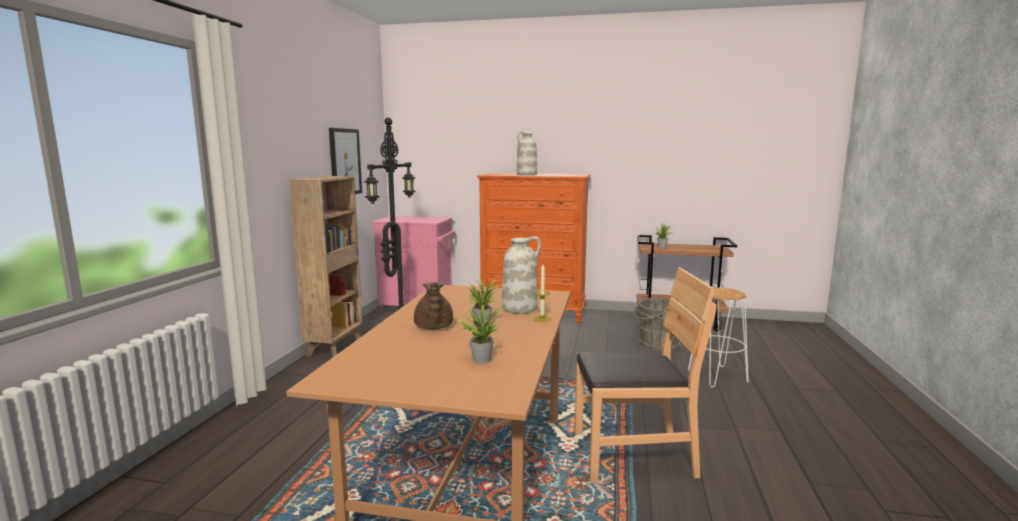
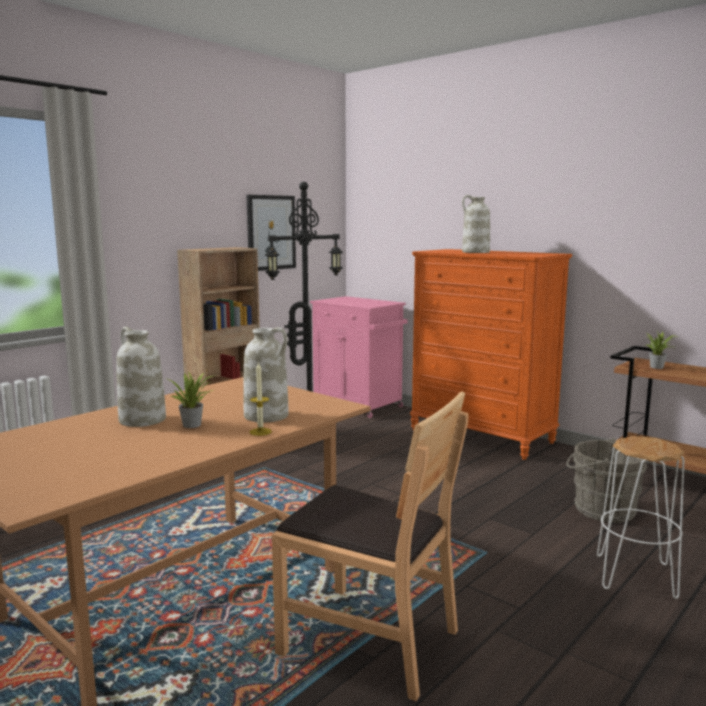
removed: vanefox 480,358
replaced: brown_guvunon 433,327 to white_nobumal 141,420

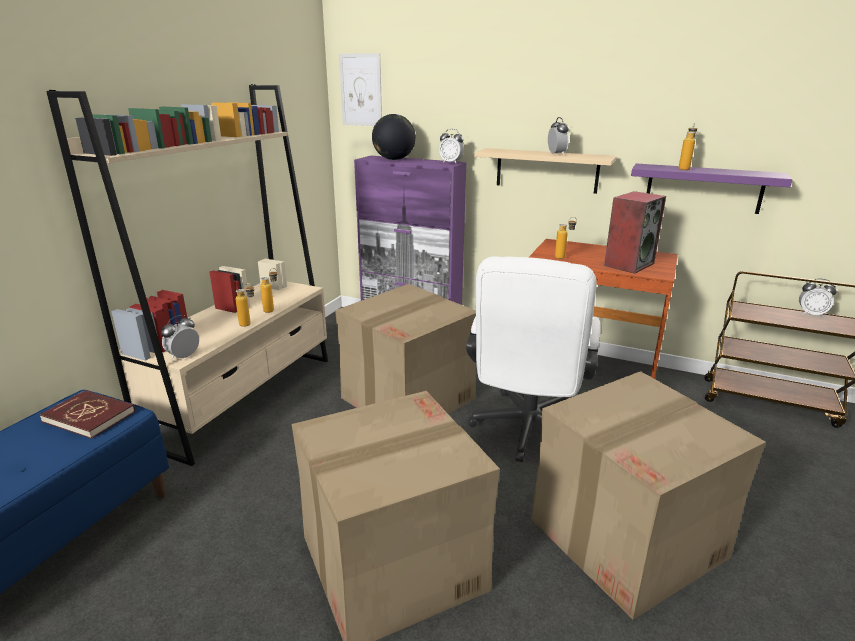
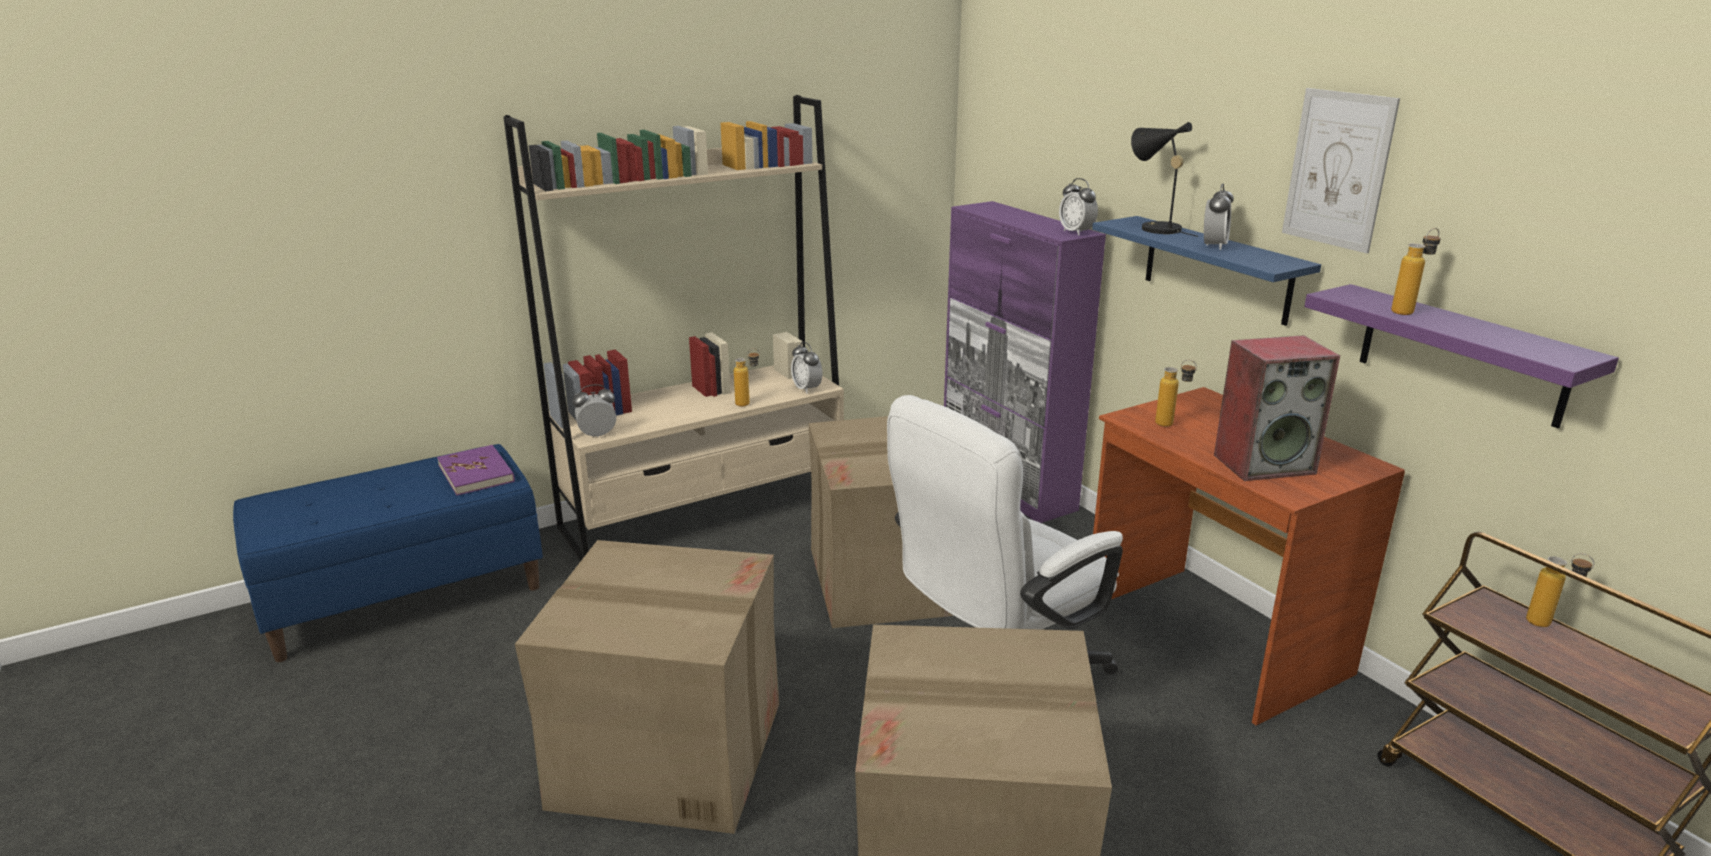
removed: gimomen 394,159
added: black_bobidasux 1155,228
moved: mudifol 249,325 to 1548,625; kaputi 361,90 to 1338,169; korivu 811,314 to 806,389
recoloured: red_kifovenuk 90,416 to purple_kifovenuk 476,473; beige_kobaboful 546,170 to blue_kobaboful 1216,269

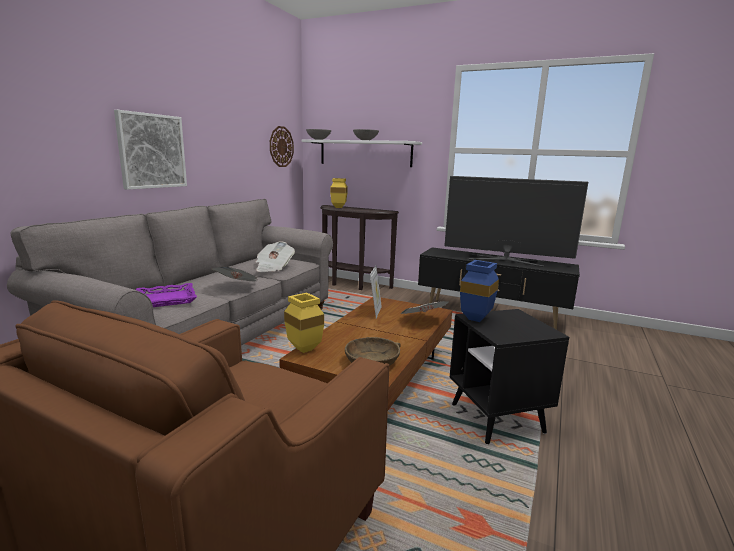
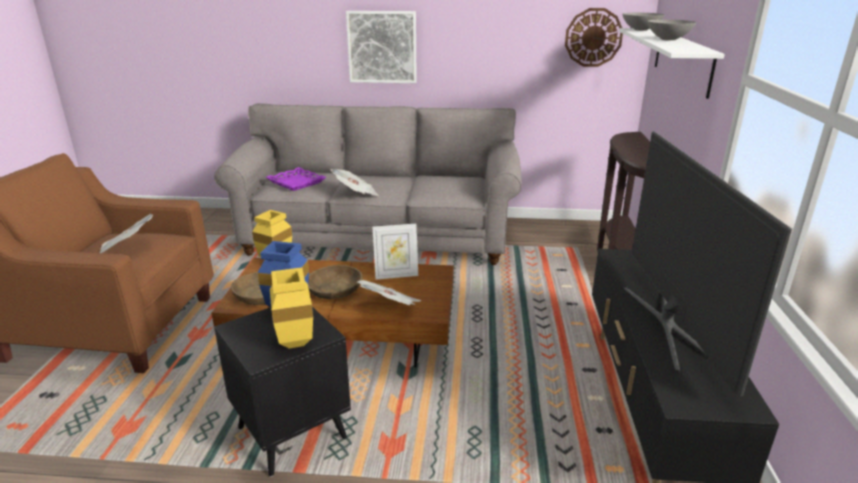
added: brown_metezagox 334,290
moved: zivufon 273,267 to 127,248; yellow_nobumal 339,207 to 297,343

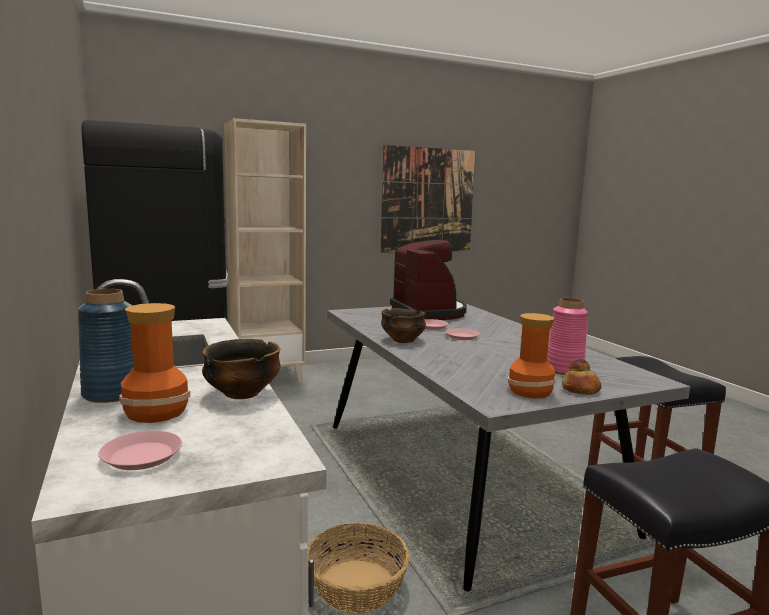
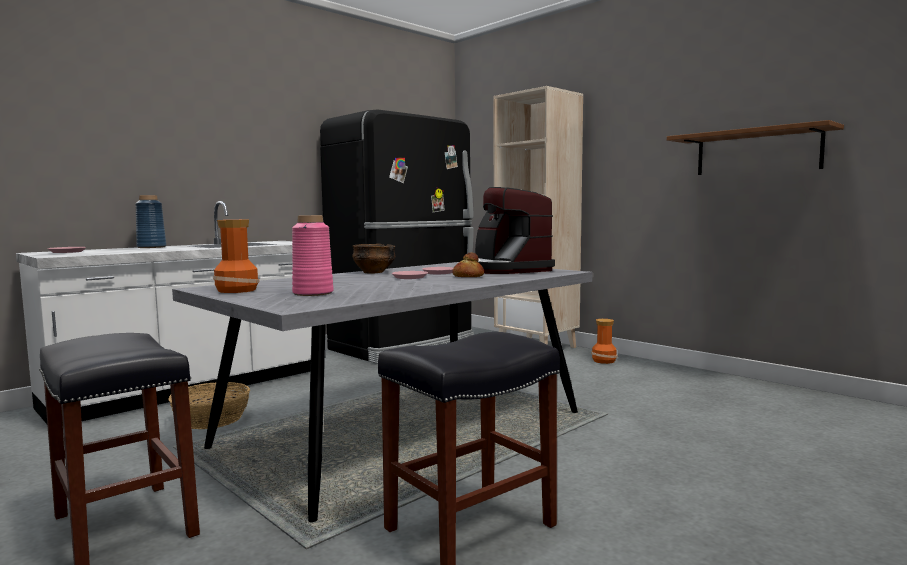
removed: metezagox 242,394
moved: nobumal 155,412 to 603,361; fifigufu 581,389 to 467,276
replaced: kaputi 428,200 to brown_kobaboful 757,152
turned: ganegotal 429,312 = 505,270 105 degrees clockwise

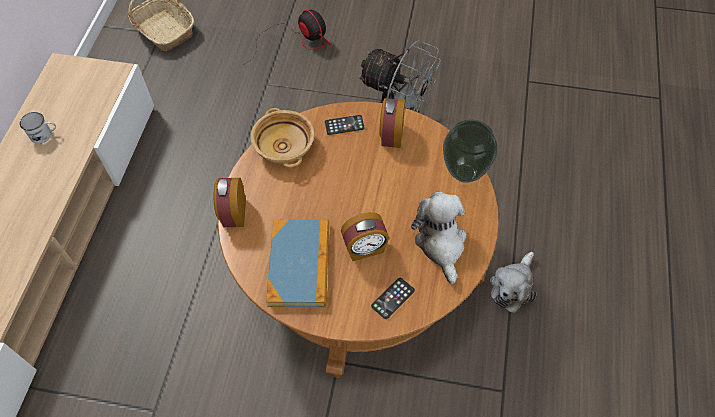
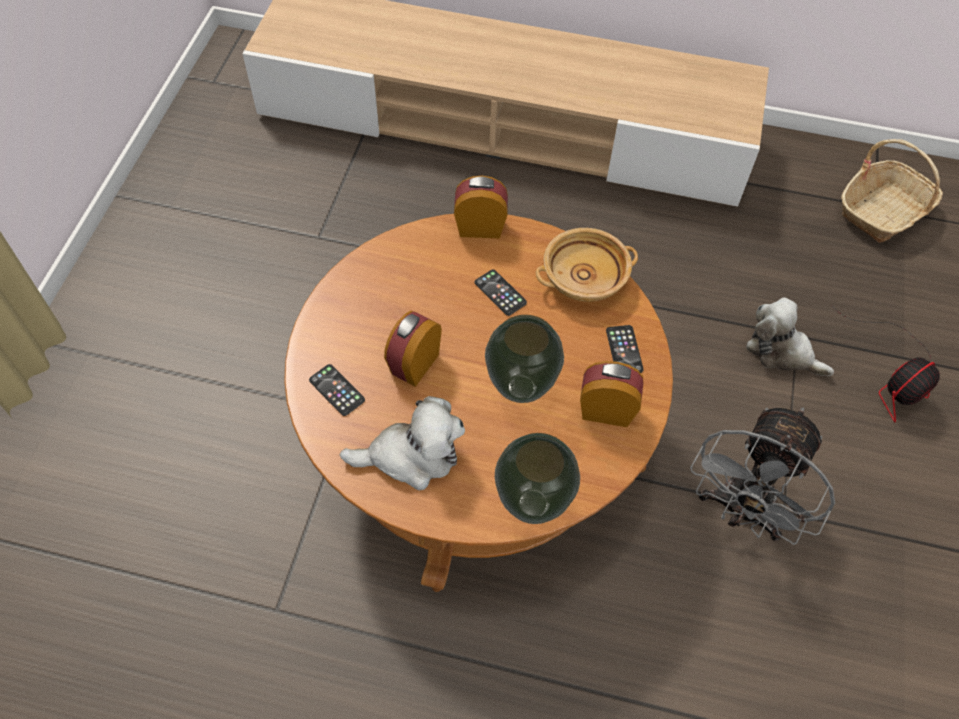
removed: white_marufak 45,135; kifovenuk 299,264
added: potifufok 500,293; nobumal 520,387
moved: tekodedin 512,287 to 781,351
turned: korivu 365,249 = 414,363 45 degrees clockwise

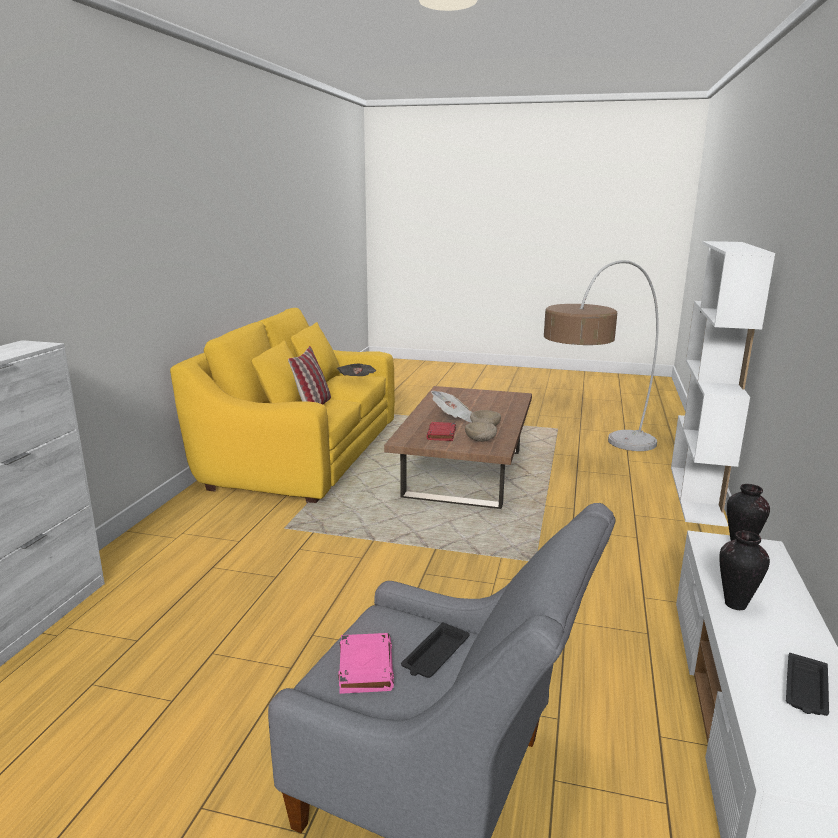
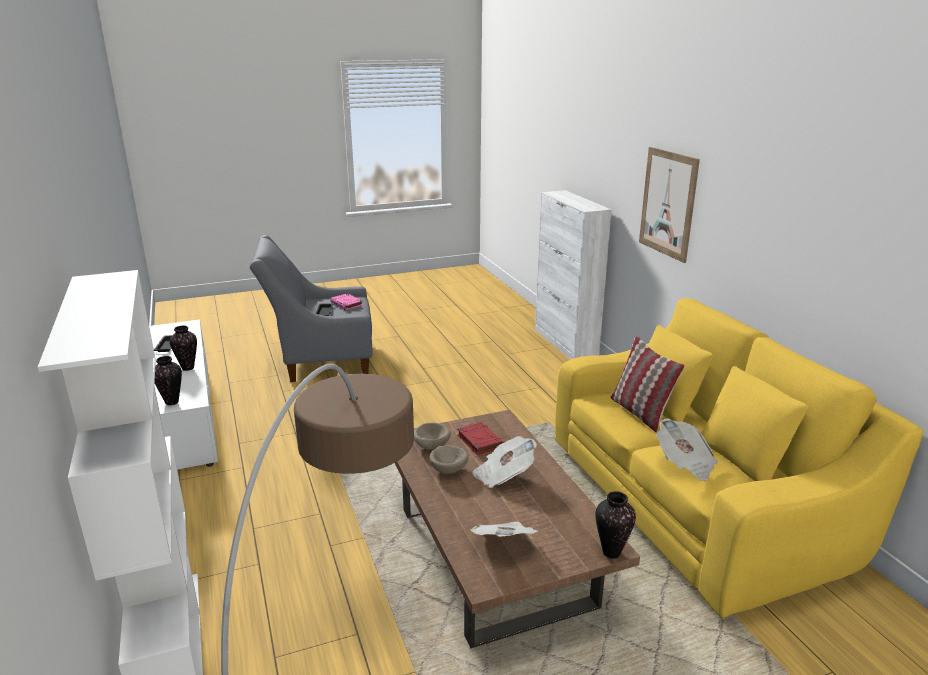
added: zivufon 504,544; nobumal 611,552; kaputi 668,203

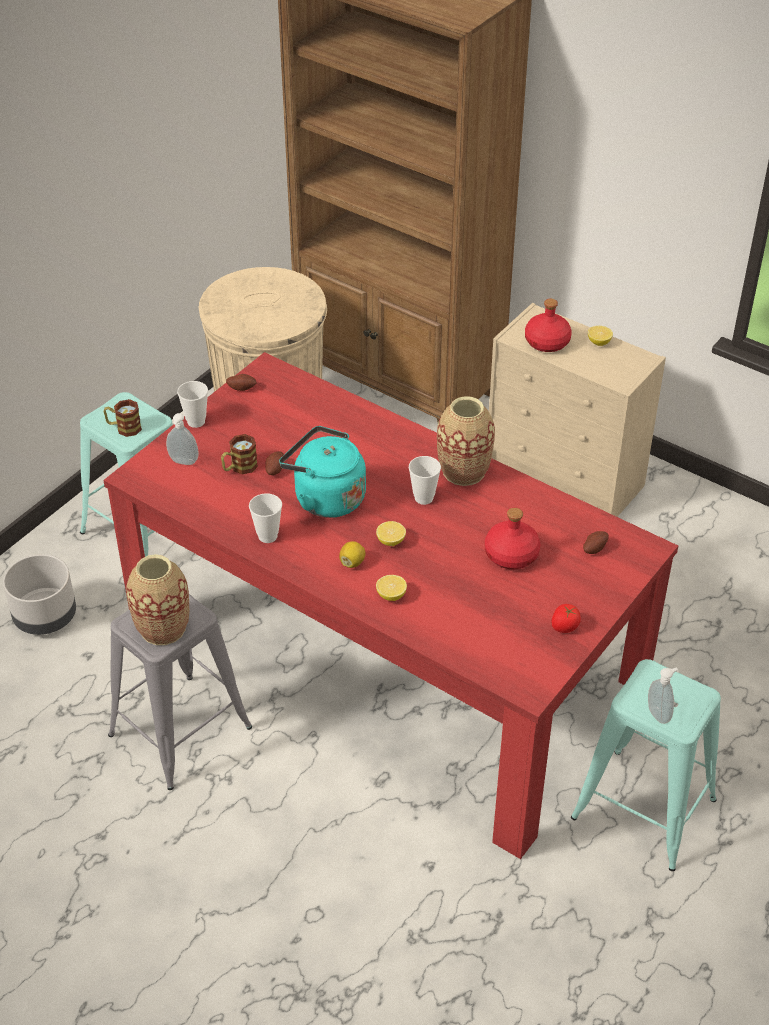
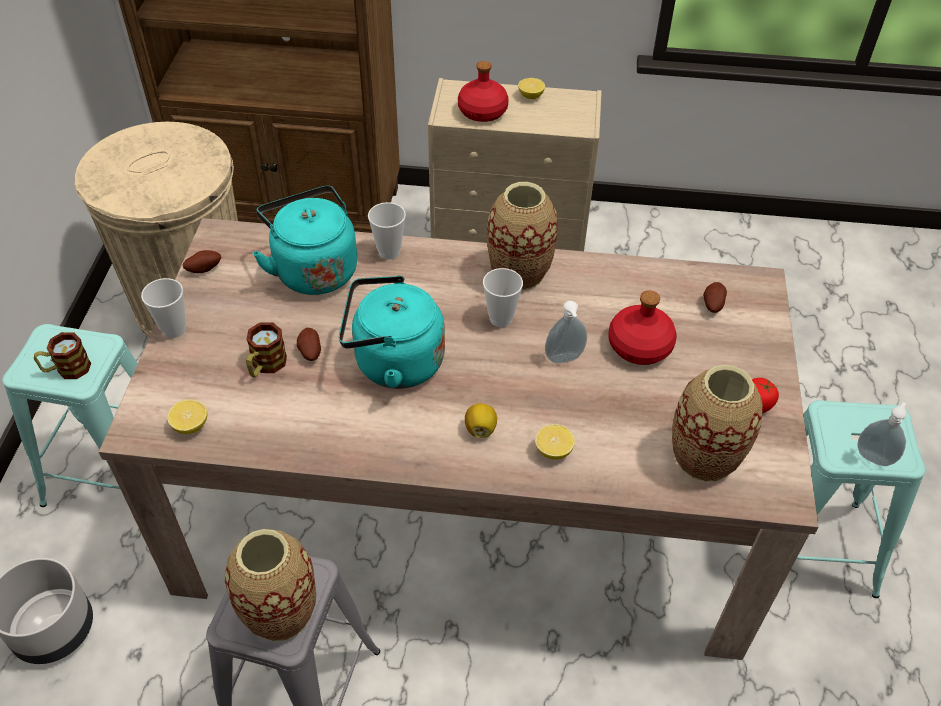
added: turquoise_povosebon 313,269; nobumal 704,457
moved: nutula 183,462 to 564,359; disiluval 267,536 to 389,252; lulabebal 391,541 to 190,425
recoloured: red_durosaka 384,660 to beige_durosaka 467,504

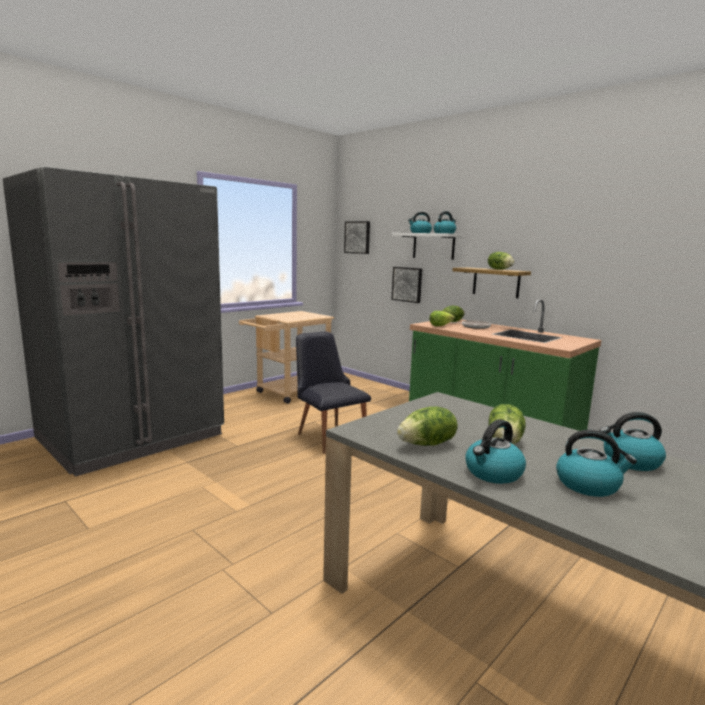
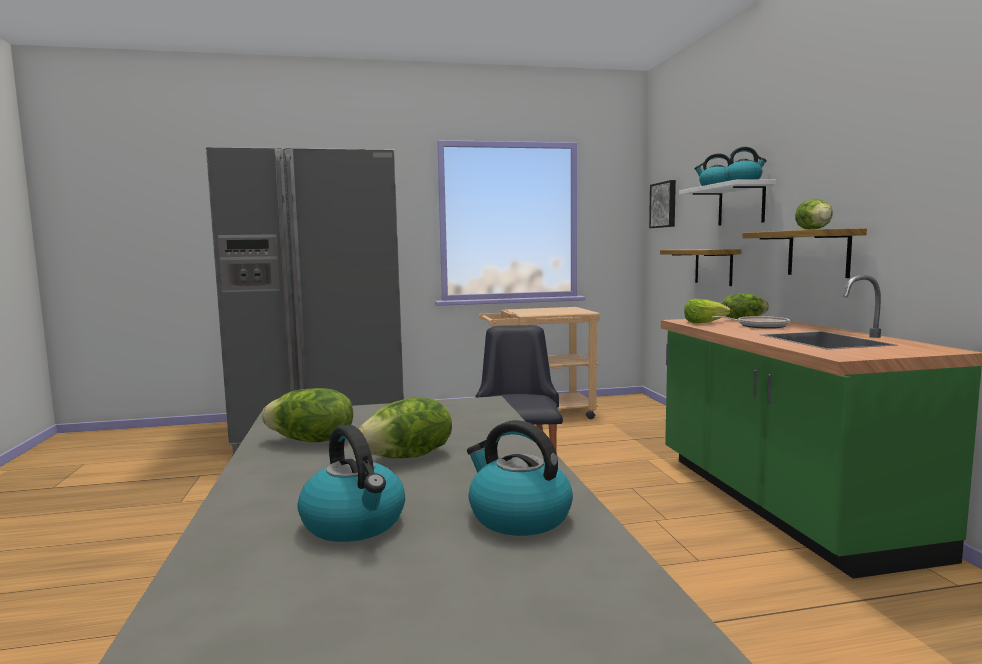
removed: povosebon 493,473
replaced: kaputi 407,284 to kobaboful 713,266

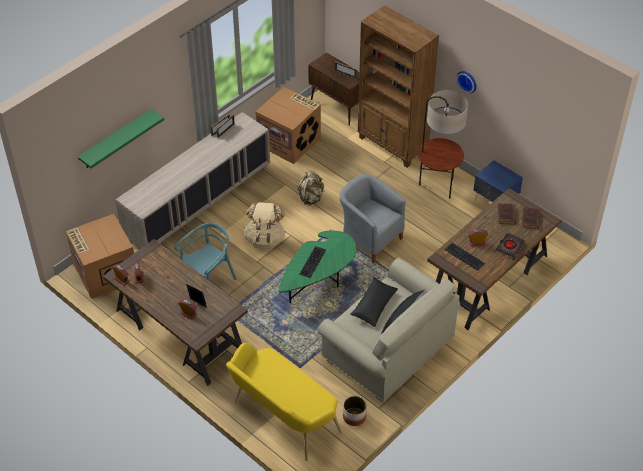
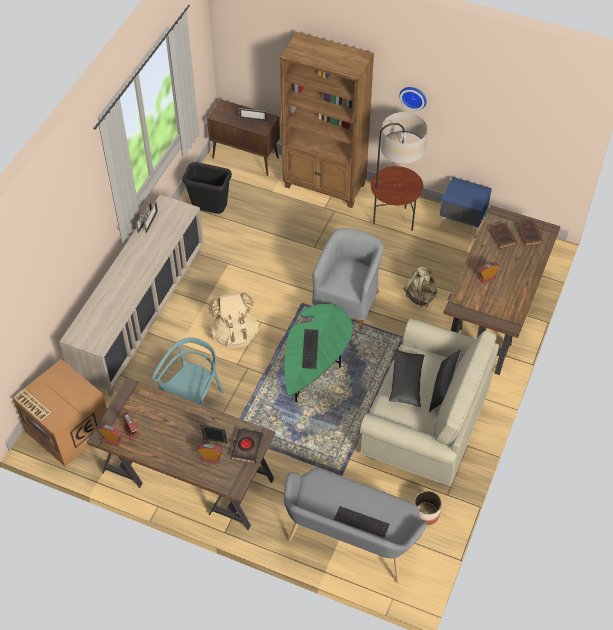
removed: green_kobaboful 116,139
moved: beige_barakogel 311,198 to 420,296; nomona 463,256 to 360,522; black_kifovenuk 509,247 to 247,447
replaced: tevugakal 290,141 to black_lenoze 210,211
recoloured: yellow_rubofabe 282,419 to grey_rubofabe 350,543
turned: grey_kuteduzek 369,238 = 348,300 90 degrees clockwise

